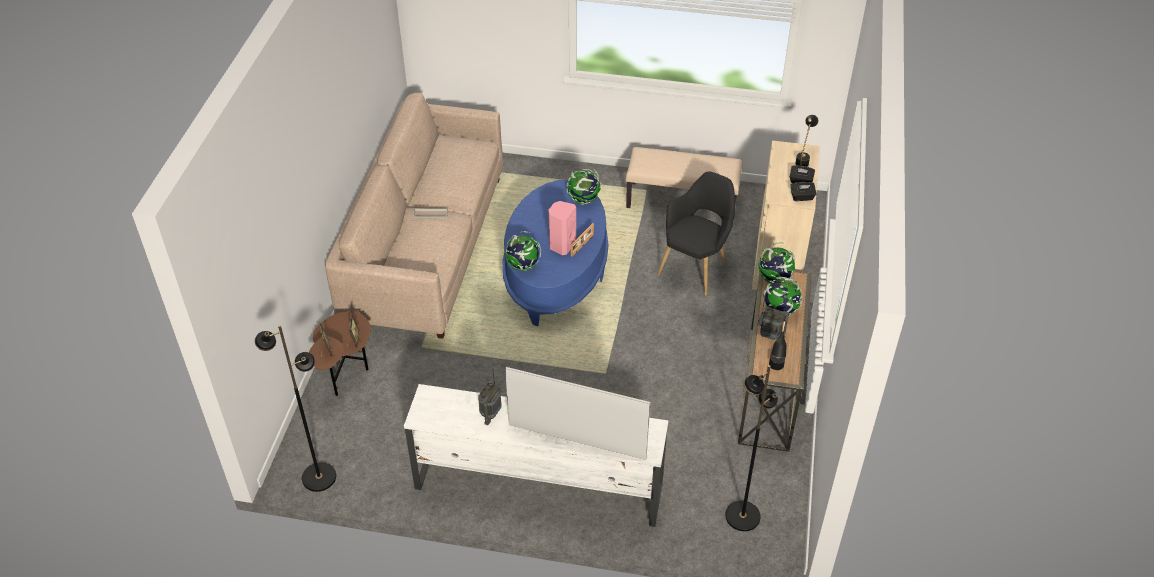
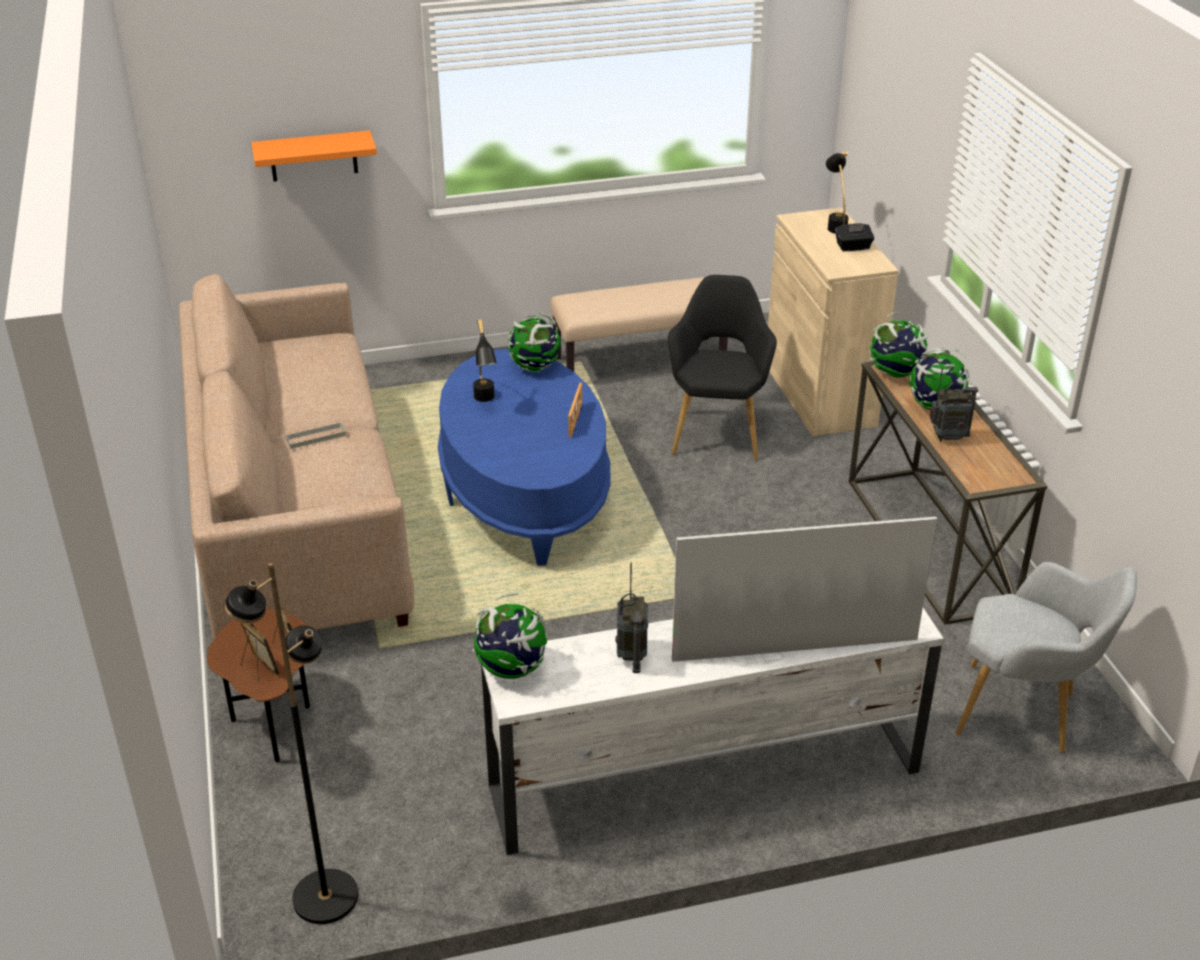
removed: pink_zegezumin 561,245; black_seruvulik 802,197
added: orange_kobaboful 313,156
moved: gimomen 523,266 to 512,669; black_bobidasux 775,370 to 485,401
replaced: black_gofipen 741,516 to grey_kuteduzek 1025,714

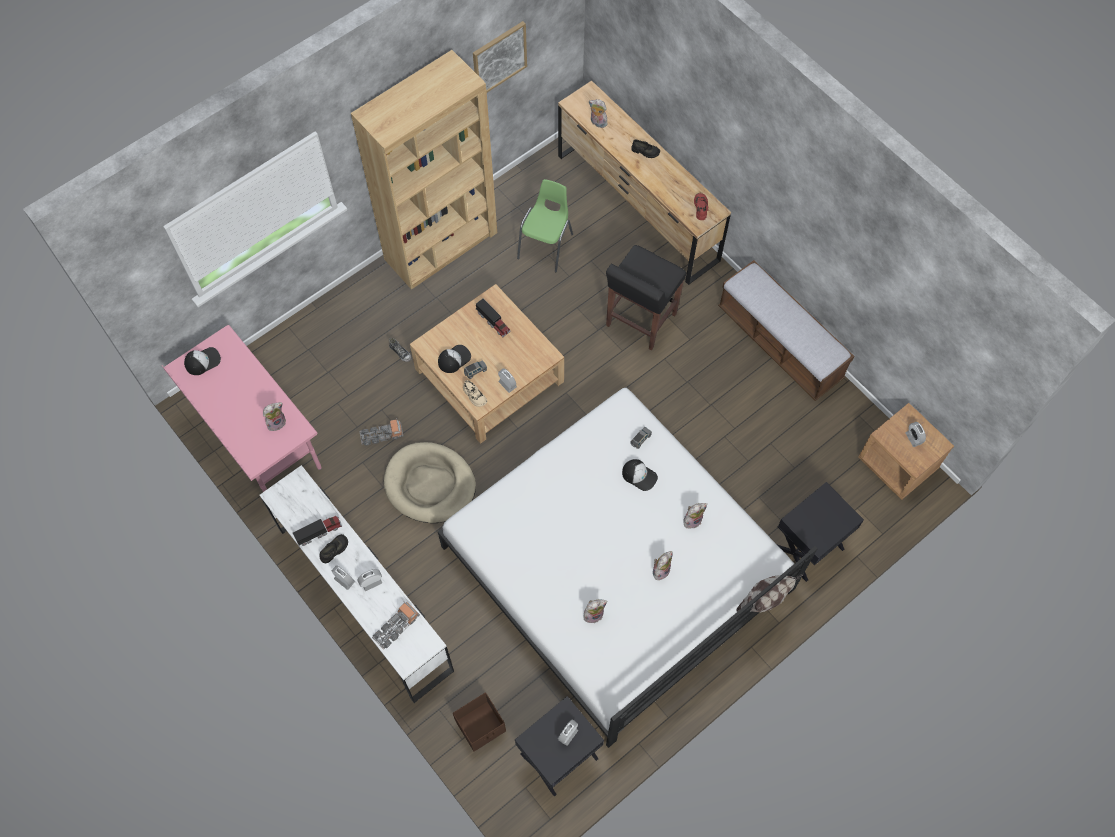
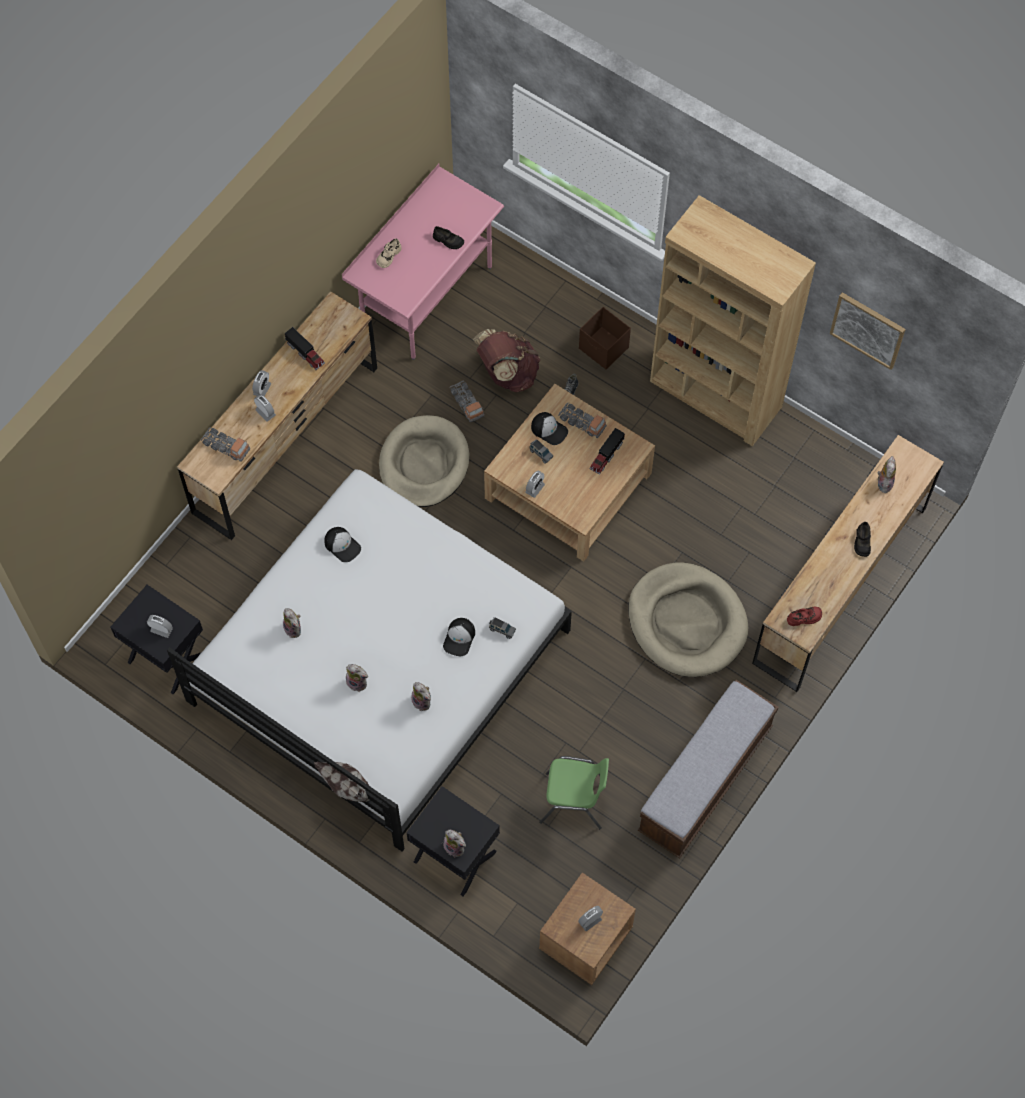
added: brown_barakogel 507,374; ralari 582,422
moved: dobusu 202,361 to 342,545; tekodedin 276,422 to 455,847; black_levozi 334,550 to 448,240; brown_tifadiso 481,726 to 604,349; beige_levozi 474,396 to 388,256; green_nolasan 546,246 to 574,802
replaced: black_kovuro 640,320 to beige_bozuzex 686,622
recoloured: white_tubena 365,598 to brown_tubena 286,440

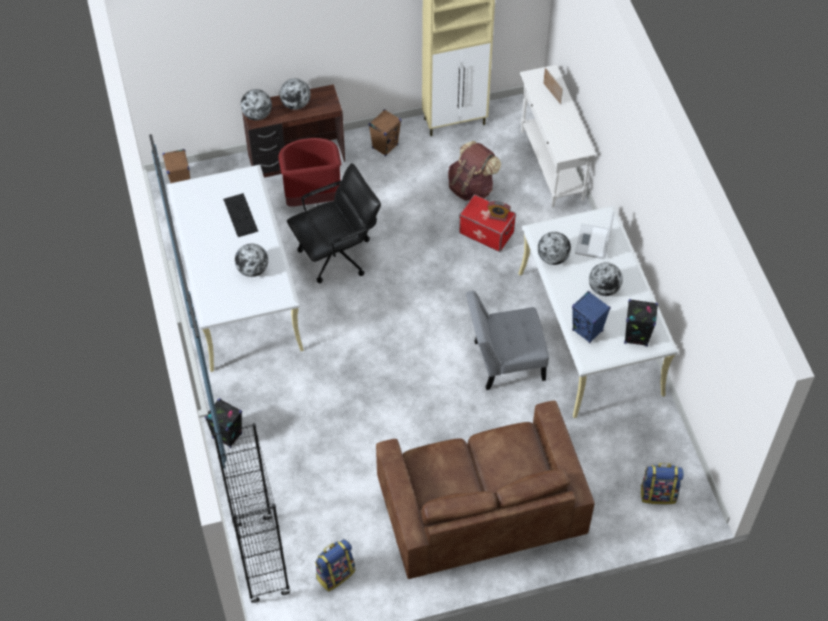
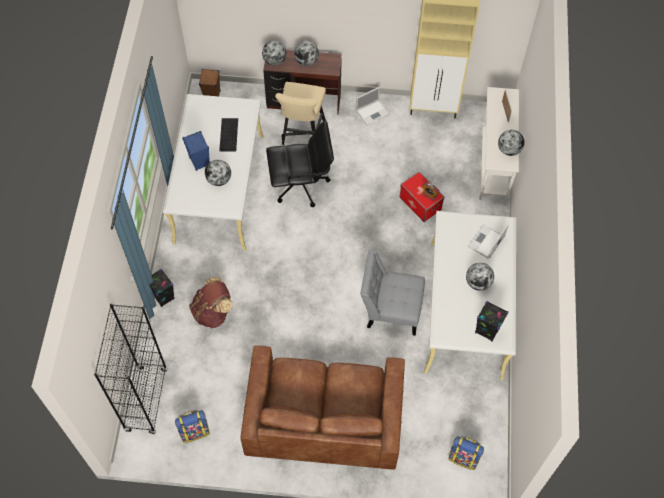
moved: brown_barakogel 471,187 to 213,312; gimomen 553,258 to 509,150; blue_zegezumin 587,331 to 199,161
replaced: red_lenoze 312,198 to beige_kovuro 302,135; brown_zegezumin 385,146 to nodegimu 373,112

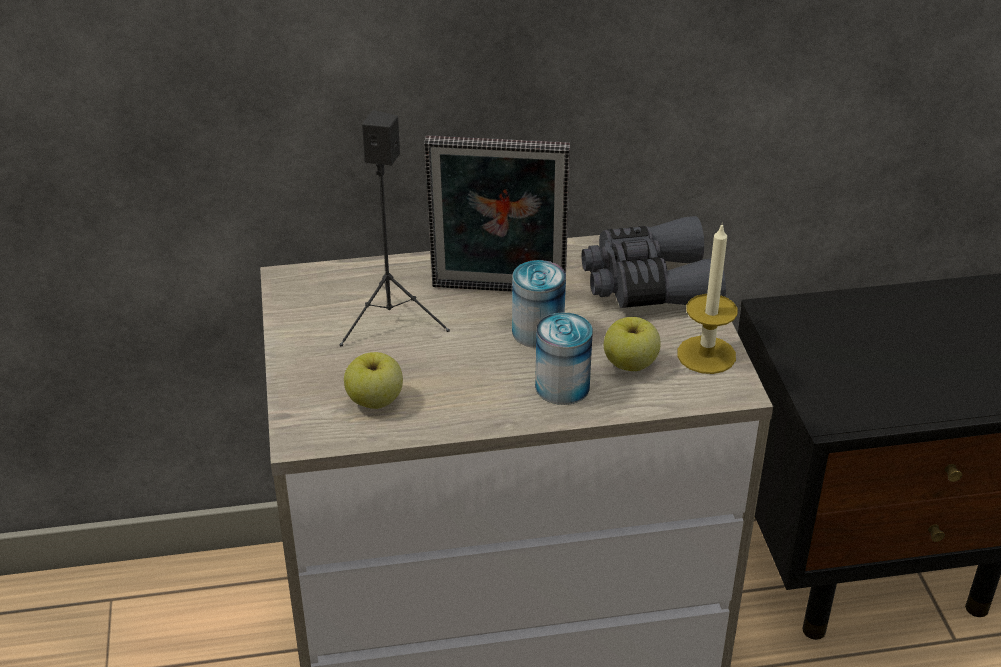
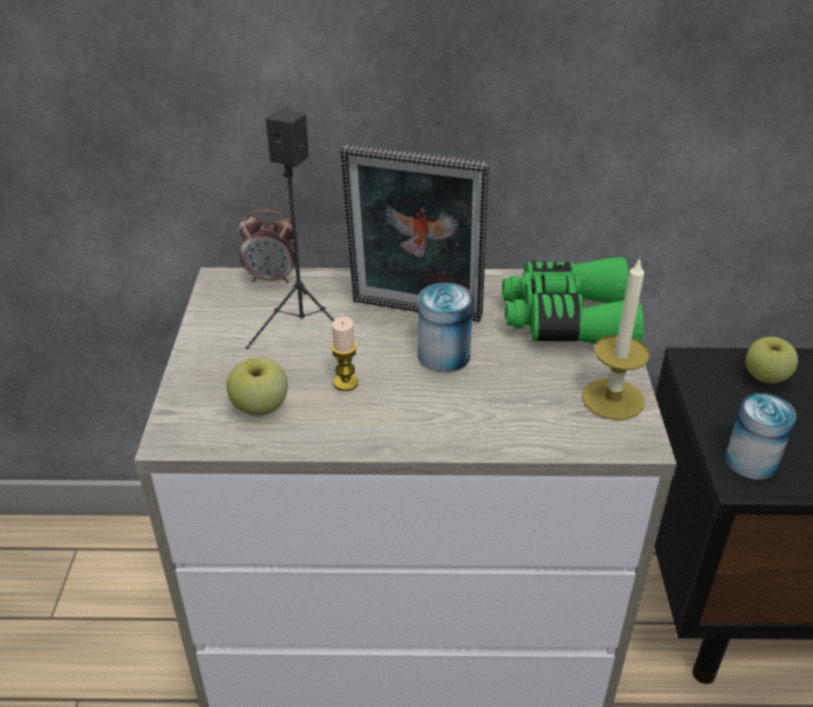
added: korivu 272,278; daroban 345,383
moved: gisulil 562,386 to 751,461; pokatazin 630,364 to 766,377
recoloured: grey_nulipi 648,284 to green_nulipi 566,321

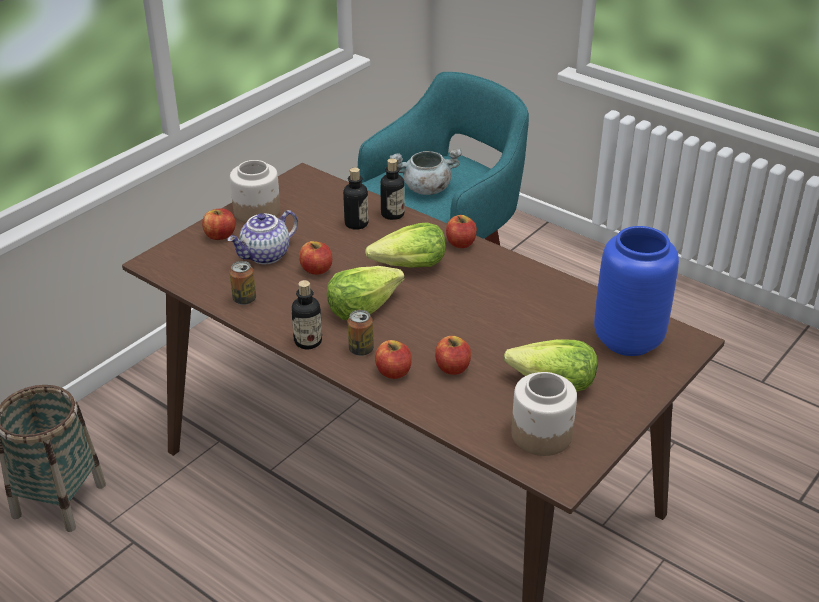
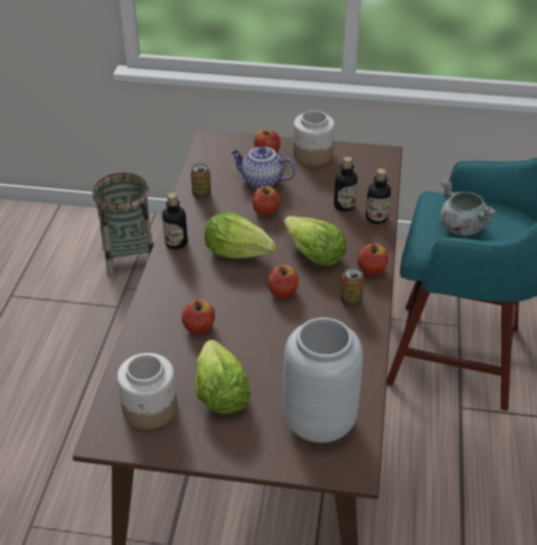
moved: gisulil 361,350 to 351,301; pokatazin 393,372 to 283,292
recoloured: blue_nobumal 627,341 to grey_nobumal 317,422

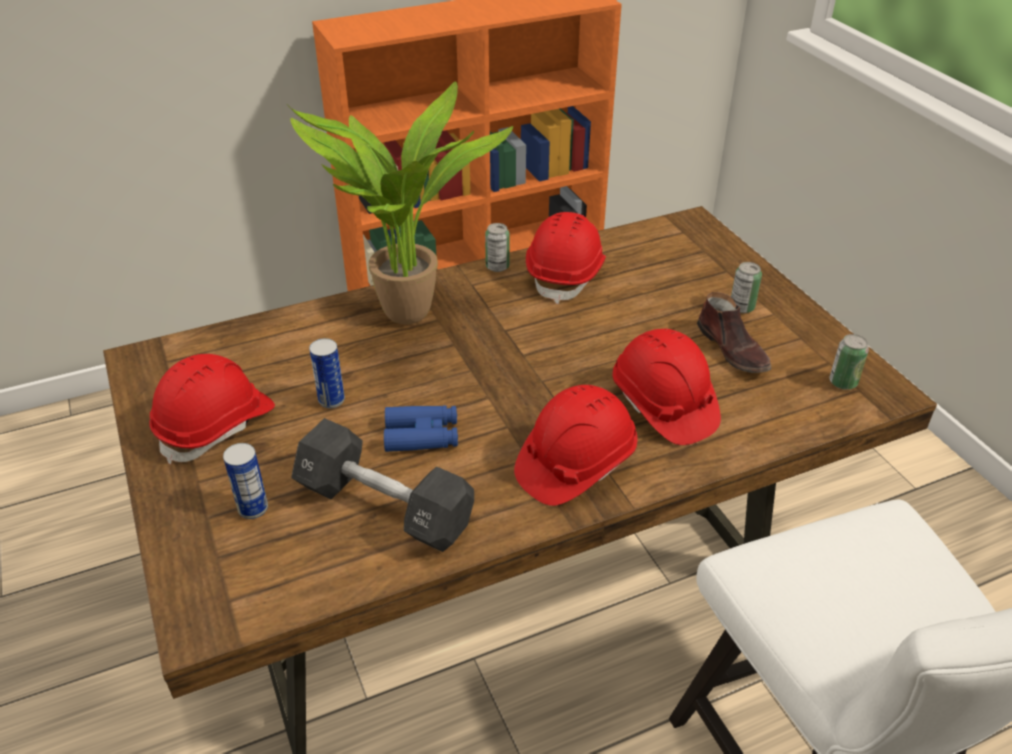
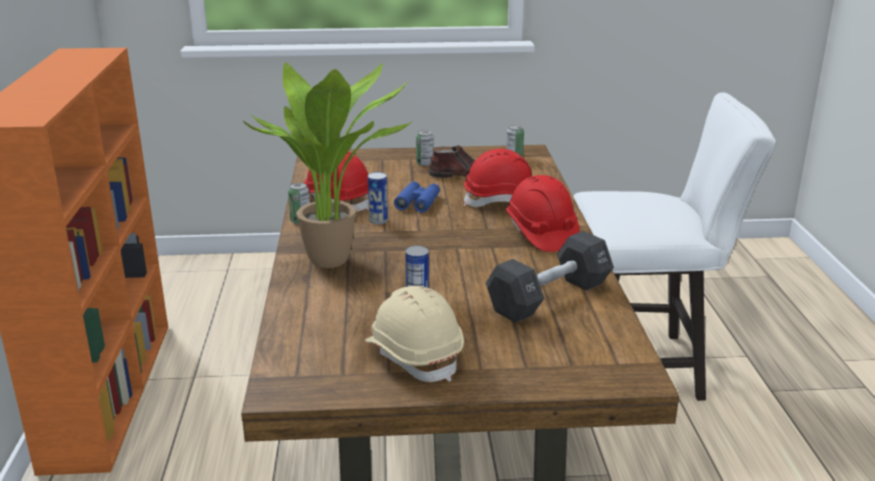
moved: gisulil 253,508 to 378,221; blue_nulipi 422,435 to 418,202
recoloured: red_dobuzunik 216,426 to beige_dobuzunik 414,355

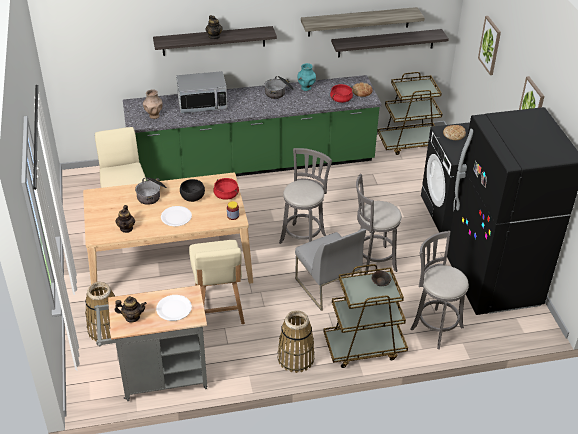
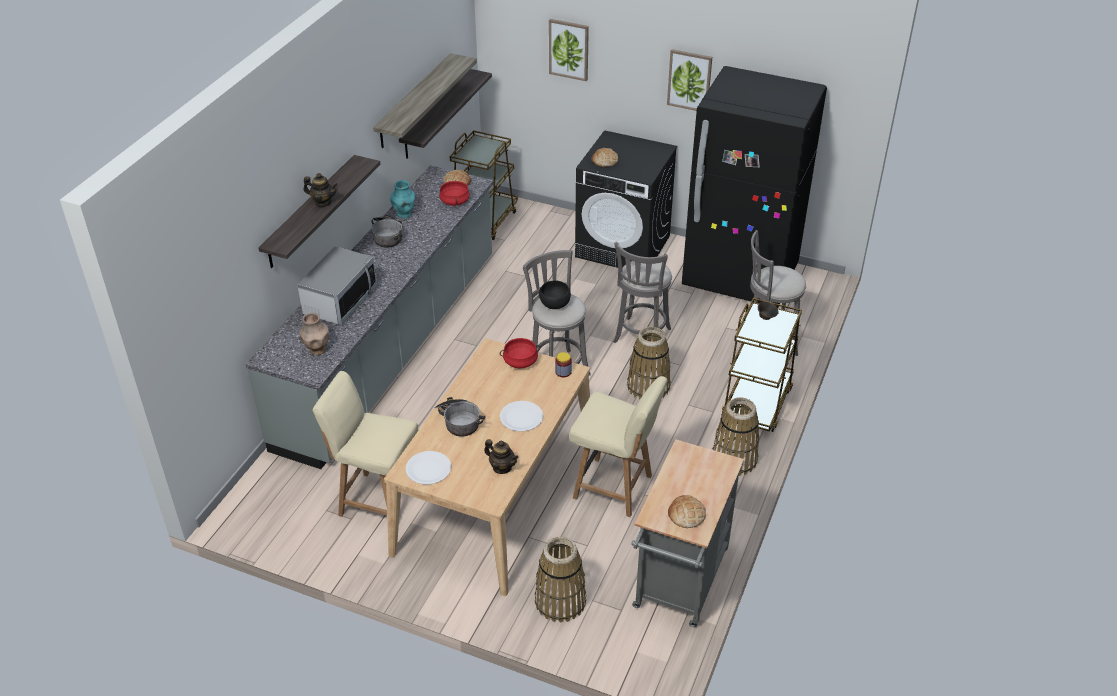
moved: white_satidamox 174,308 to 428,469; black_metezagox 193,197 to 555,304
replaced: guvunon 132,317 to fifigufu 686,514; grey_nolasan 327,286 to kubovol 648,387
recoloured: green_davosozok 253,165 to grey_davosozok 391,349

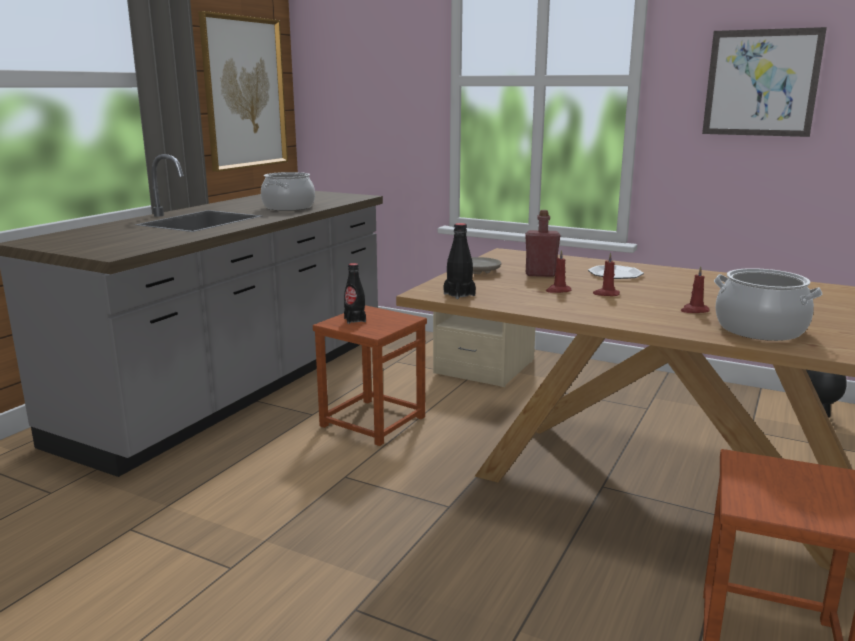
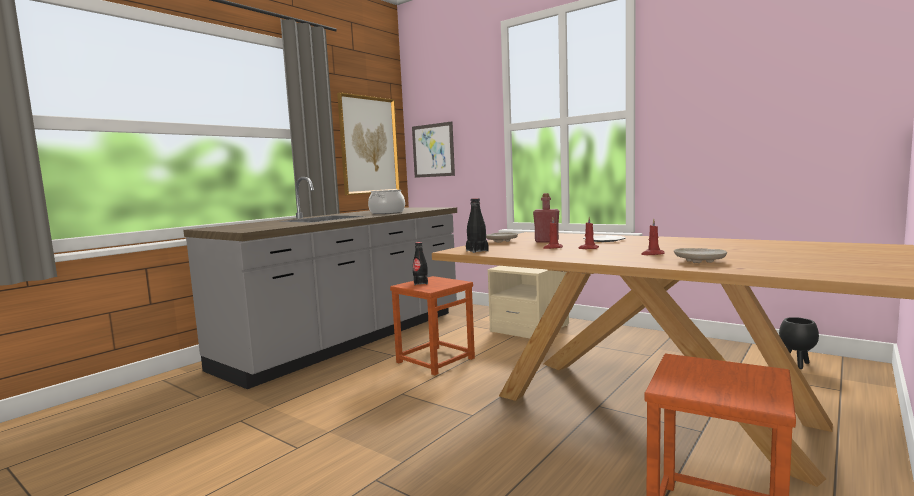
moved: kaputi 761,83 to 433,150
replaced: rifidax 760,329 to beige_satidamox 700,261

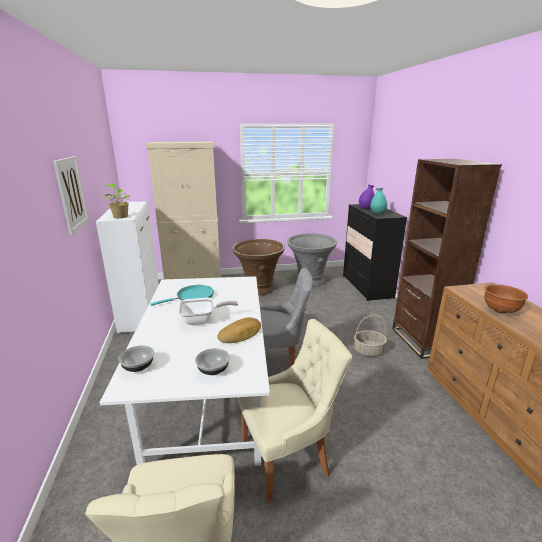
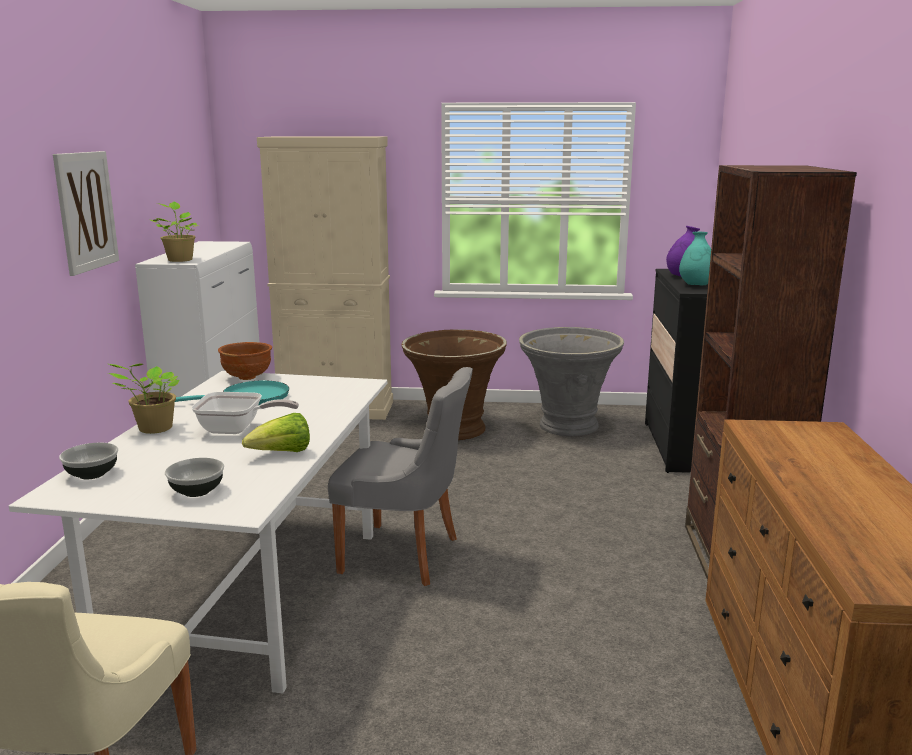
removed: beige_nolasan 288,457; kubovol 369,351
added: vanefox 153,429
moved: brown_metezagox 500,310 to 248,377
replaced: fifigufu 241,334 to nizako 282,454

